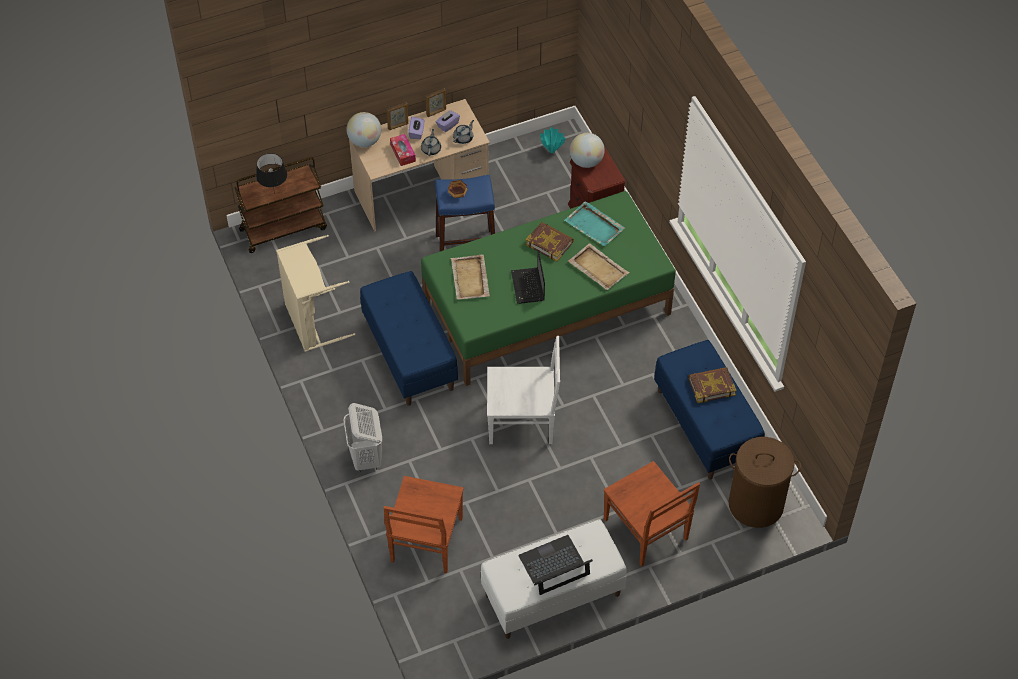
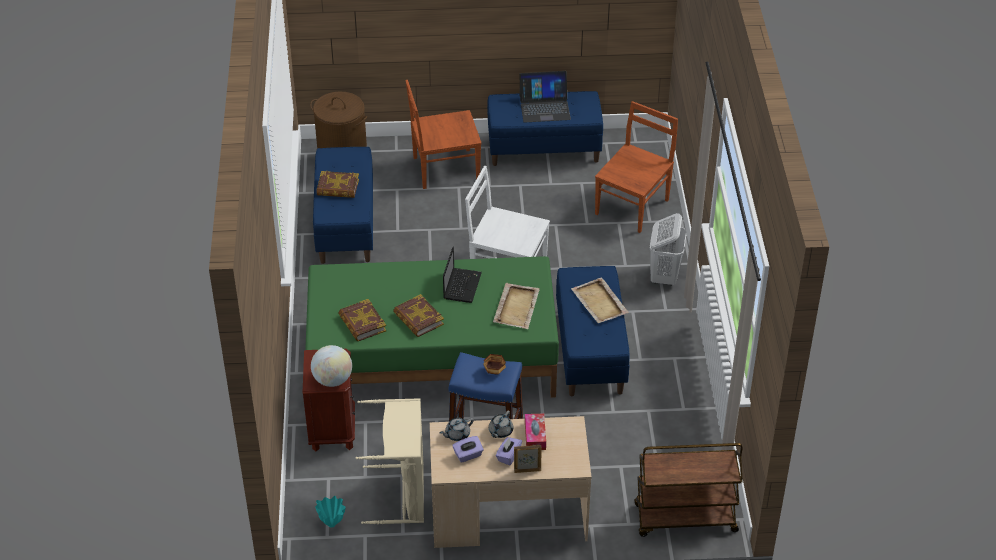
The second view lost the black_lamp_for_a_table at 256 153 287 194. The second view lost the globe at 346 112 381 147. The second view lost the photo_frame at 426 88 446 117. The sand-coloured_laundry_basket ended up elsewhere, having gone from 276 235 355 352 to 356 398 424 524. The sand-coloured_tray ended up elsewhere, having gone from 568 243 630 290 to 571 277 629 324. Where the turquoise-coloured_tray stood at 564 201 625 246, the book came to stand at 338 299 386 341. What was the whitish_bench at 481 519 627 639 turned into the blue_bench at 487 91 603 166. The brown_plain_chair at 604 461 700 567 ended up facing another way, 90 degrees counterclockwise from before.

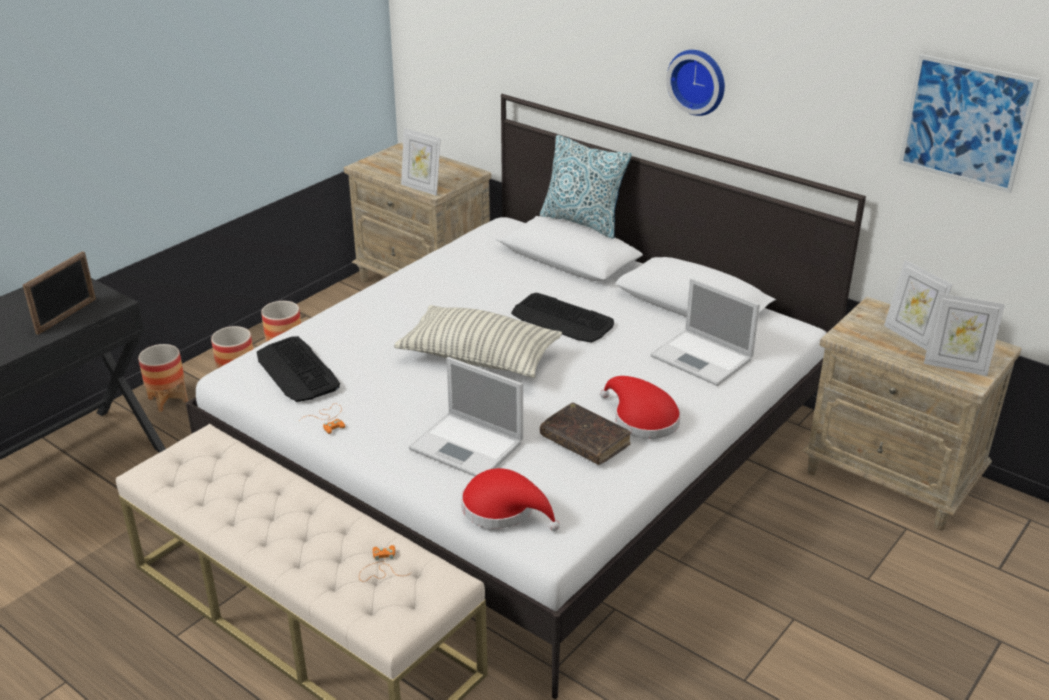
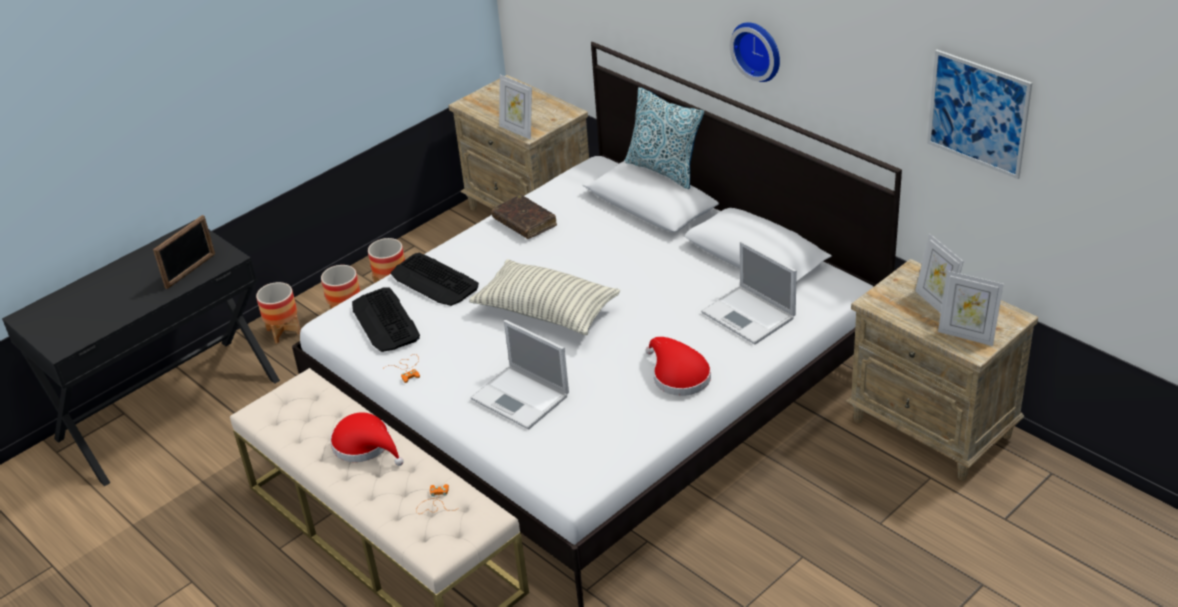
The red_wearable_hat ended up elsewhere, having gone from 461 468 560 531 to 330 412 404 466. The keyboard ended up elsewhere, having gone from 511 293 614 343 to 391 253 479 306. The brown_book ended up elsewhere, having gone from 540 403 631 465 to 491 194 557 239.

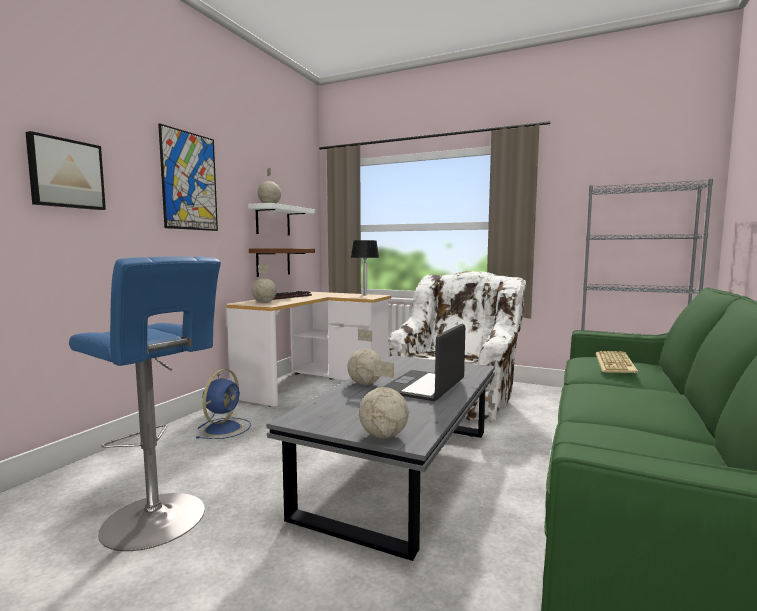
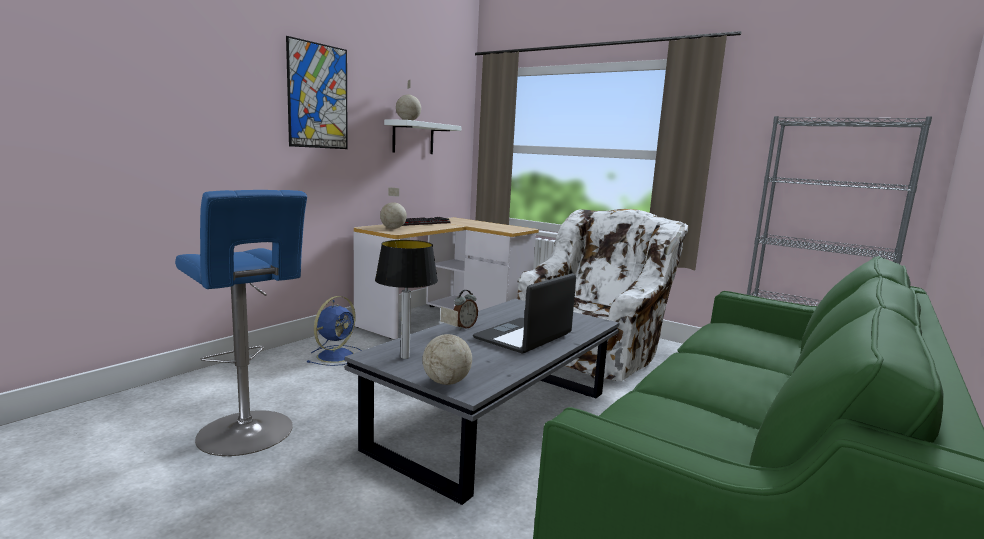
The second view lost the wall_art at 26 131 106 210. The second view lost the brown_wall_shelf at 249 248 315 277. The second view lost the keyboard at 595 351 638 373. The lamp_for_a_table ended up elsewhere, having gone from 351 240 379 295 to 375 240 438 359. Where the globe stood at 347 329 382 385, the bedside_clock came to stand at 454 290 478 330.

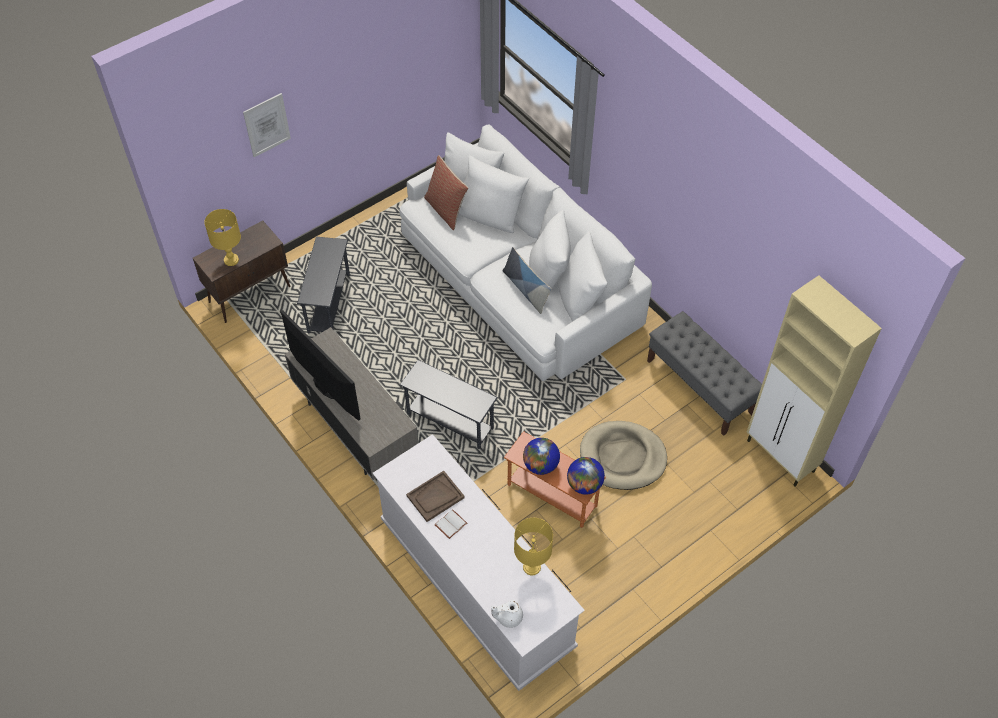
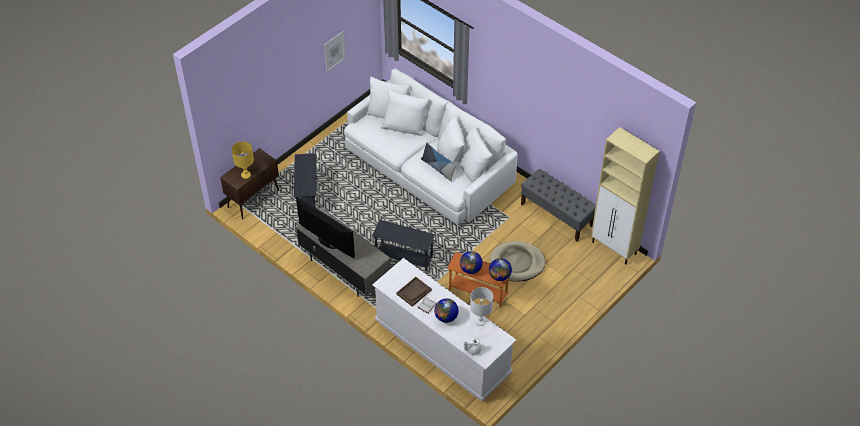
The second view lost the pillow at 424 155 468 230. The second view gained the globe at 434 298 459 323. The wall_art ended up elsewhere, having gone from 243 93 291 157 to 324 31 346 72. What was the yellow-coloured_lamp_for_a_table at 514 518 553 575 turned into the whitish_lamp_for_a_table at 470 287 493 326.

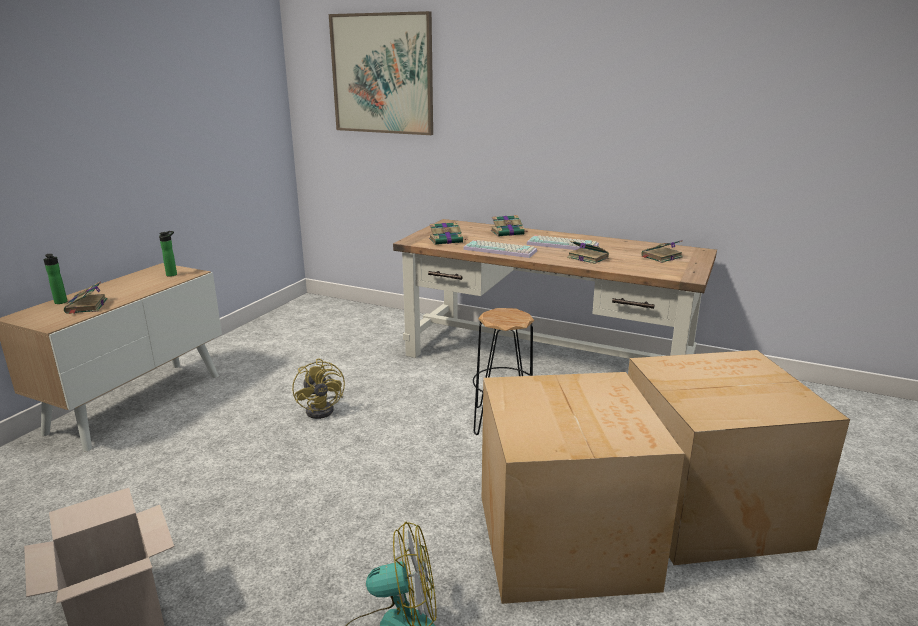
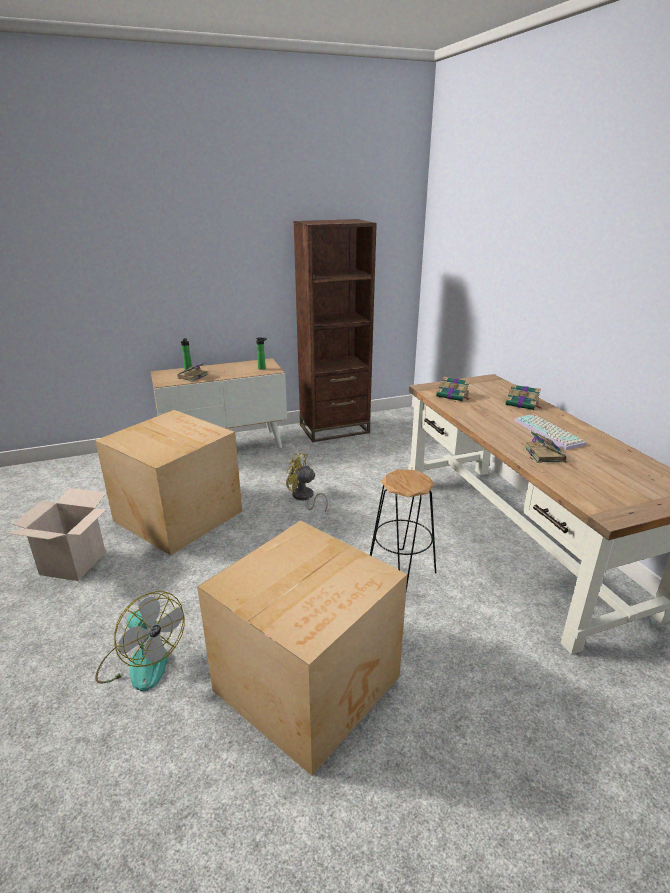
The second view lost the wall_art at 329 11 433 135. The second view lost the keyboard at 463 240 537 258. The second view lost the book at 641 240 683 263. The second view gained the brown_bookcase at 294 219 377 442. The carton ended up elsewhere, having gone from 628 350 850 565 to 95 410 242 555. The yellow-coloured_fan at 292 358 345 419 ended up facing another way, 90 degrees clockwise from before.

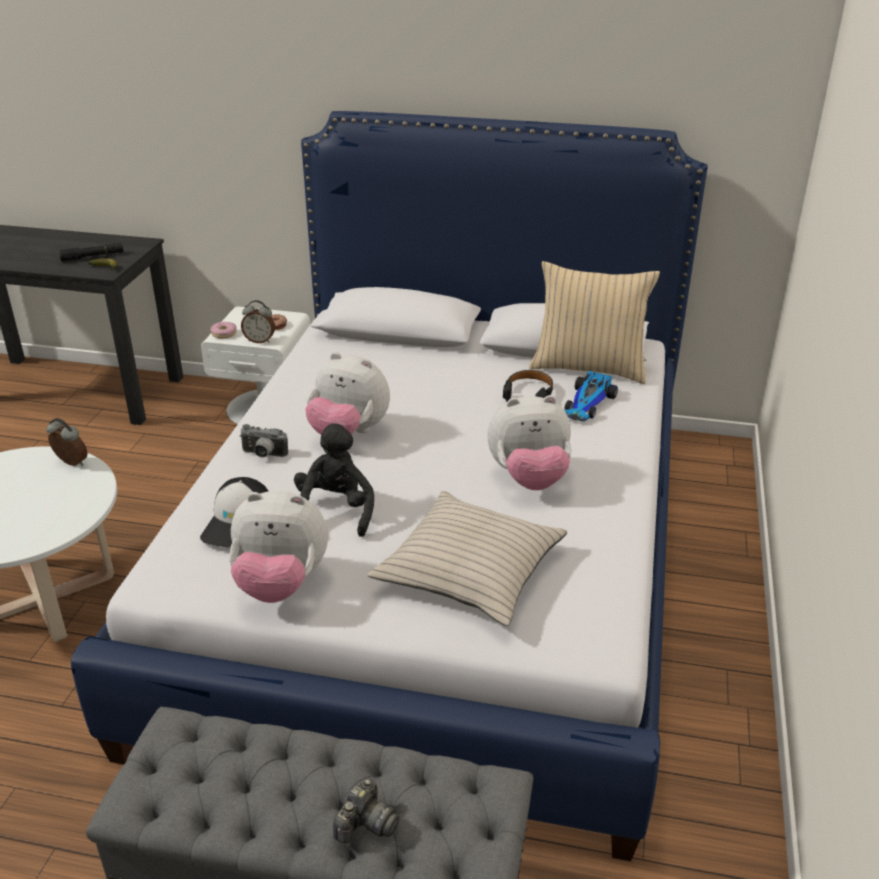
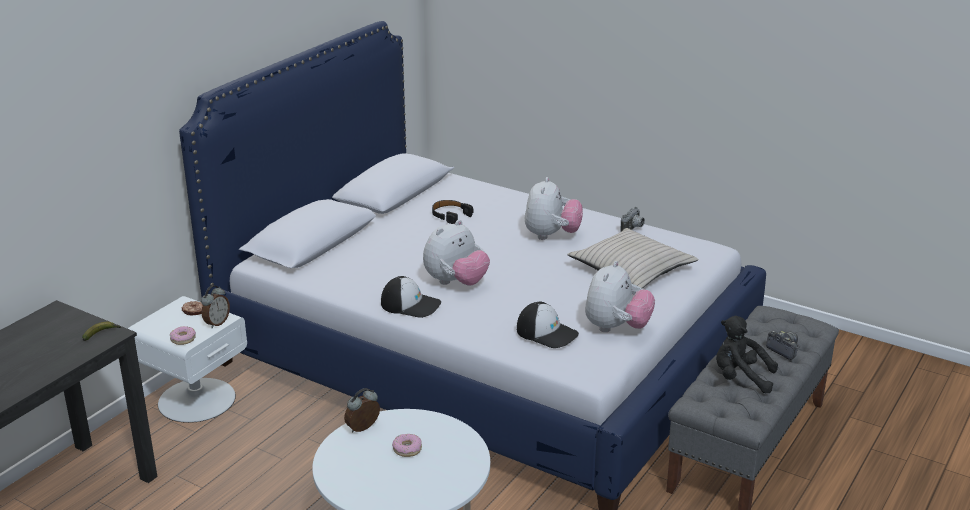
The second view lost the black_torch at 59 243 123 261. The second view lost the sand-coloured_pillow at 529 261 660 384. The second view lost the toy_car at 564 371 618 422. The second view gained the baseball_cap at 381 276 441 318. The second view gained the ring_doughnut at 392 434 422 457. The still_camera ended up elsewhere, having gone from 239 424 288 458 to 621 207 645 231. The black_cuddly_toy ended up elsewhere, having gone from 294 423 374 537 to 716 316 778 393.

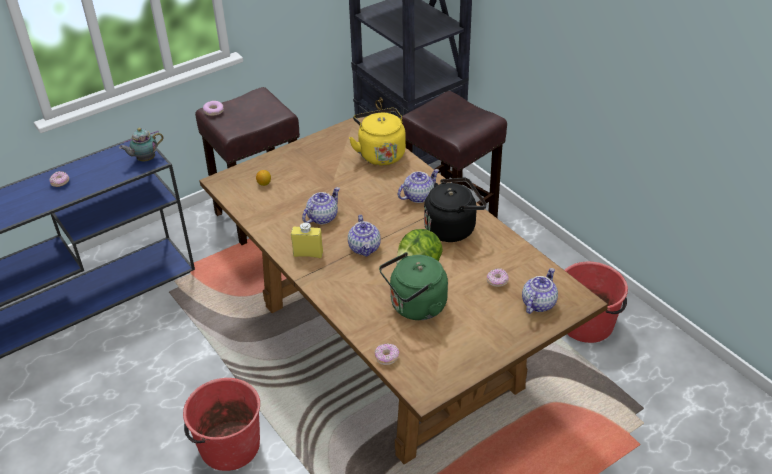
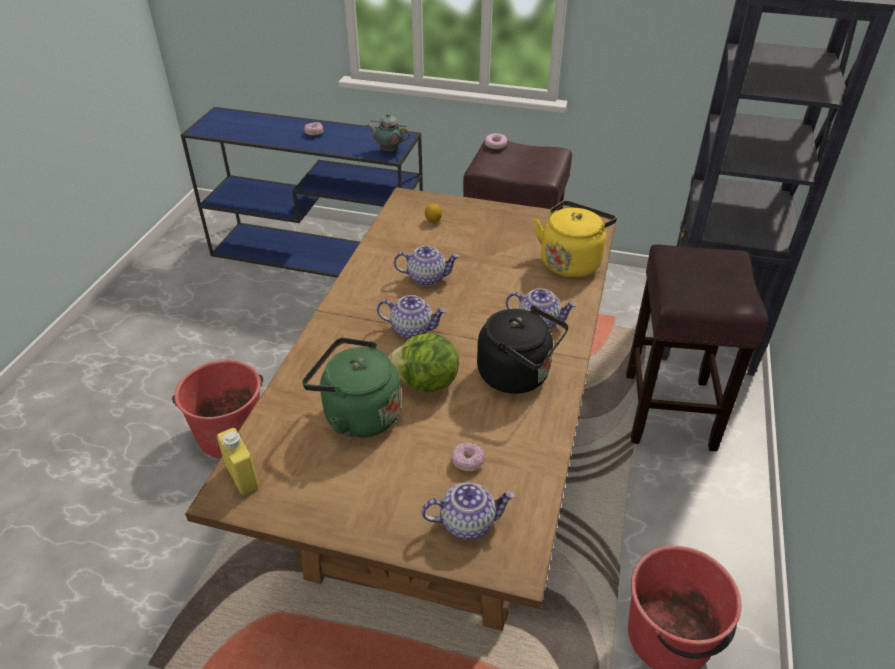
The second view lost the ring_doughnut at 375 343 399 365. The yellow-coloured_beverage_bottle ended up elsewhere, having gone from 291 222 323 258 to 217 428 259 495. The teapot at 348 215 381 257 ended up facing another way, 120 degrees counterclockwise from before.

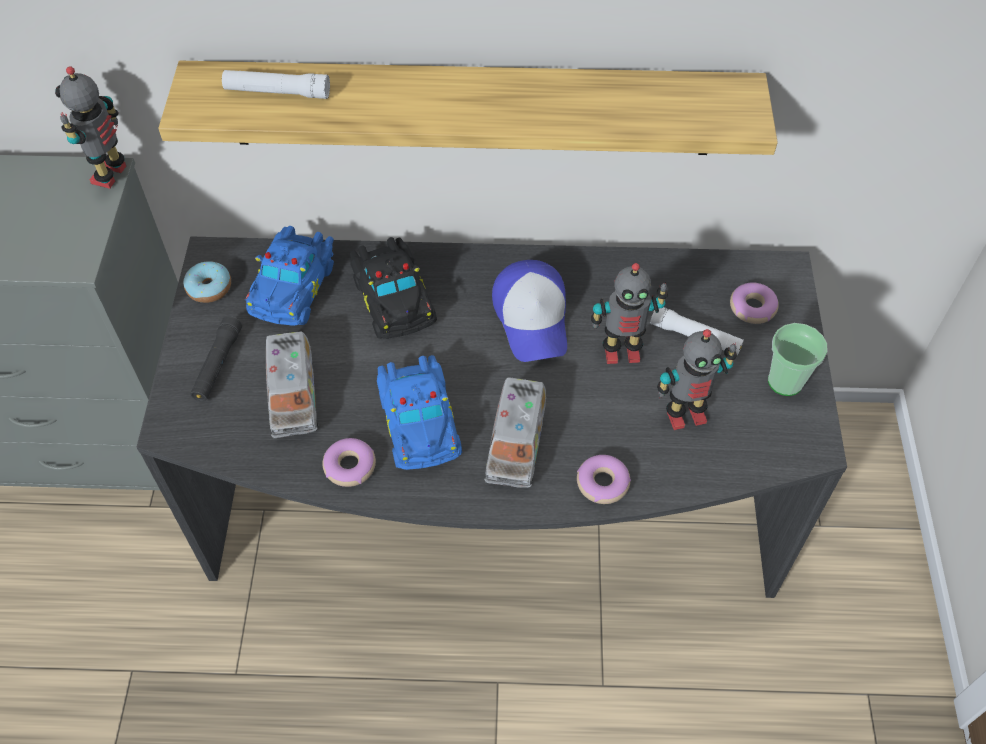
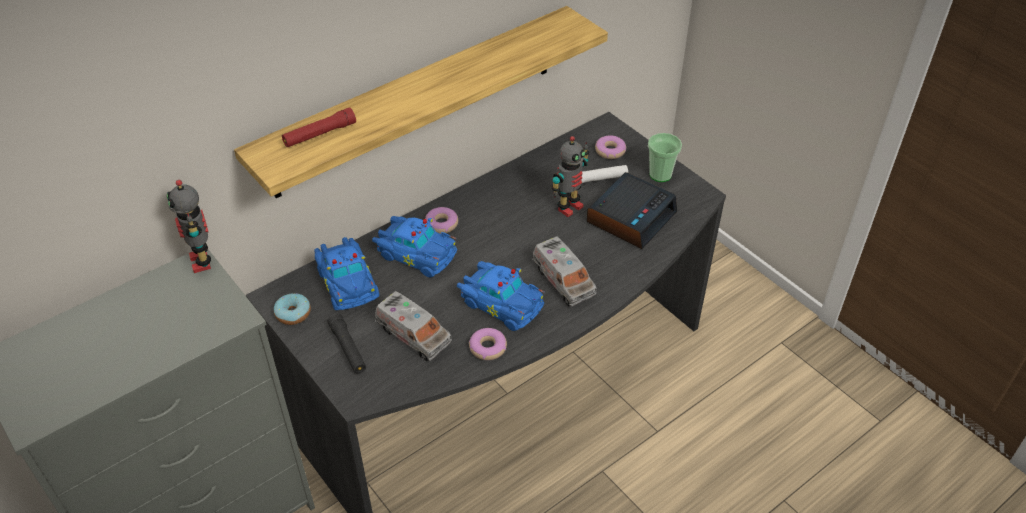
The second view lost the baseball_cap at 492 260 567 362. The ring_doughnut ended up elsewhere, having gone from 577 455 631 504 to 425 207 458 234. Where the toy_robot stood at 657 329 737 430, the bedside_clock came to stand at 587 172 677 249. What was the whitish_torch at 222 70 330 99 turned into the red_torch at 282 107 356 148. What was the black_toy_car at 350 237 437 339 turned into the blue_toy_car at 372 216 457 277.

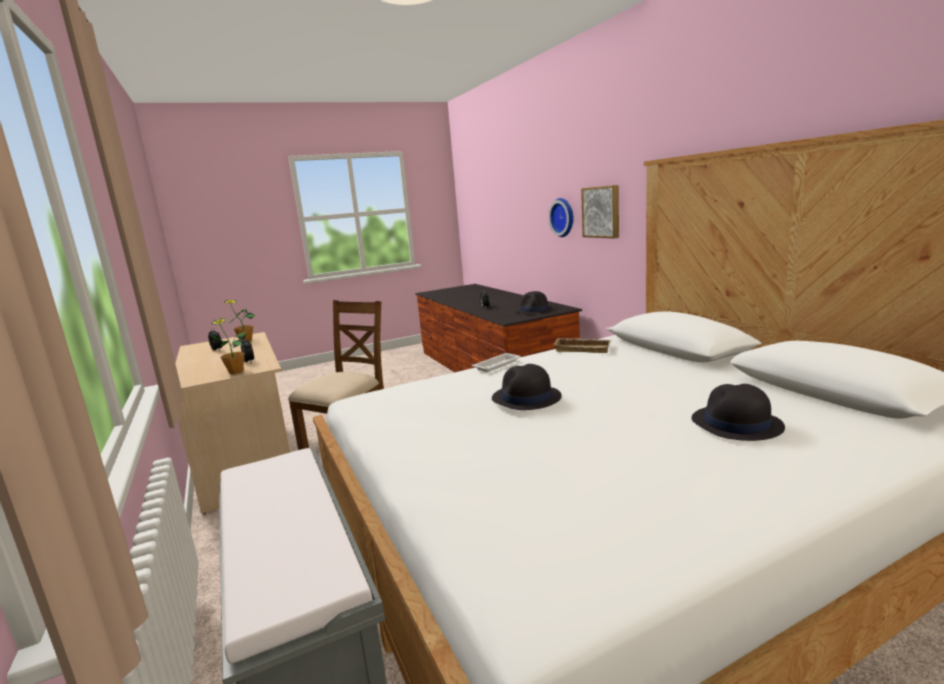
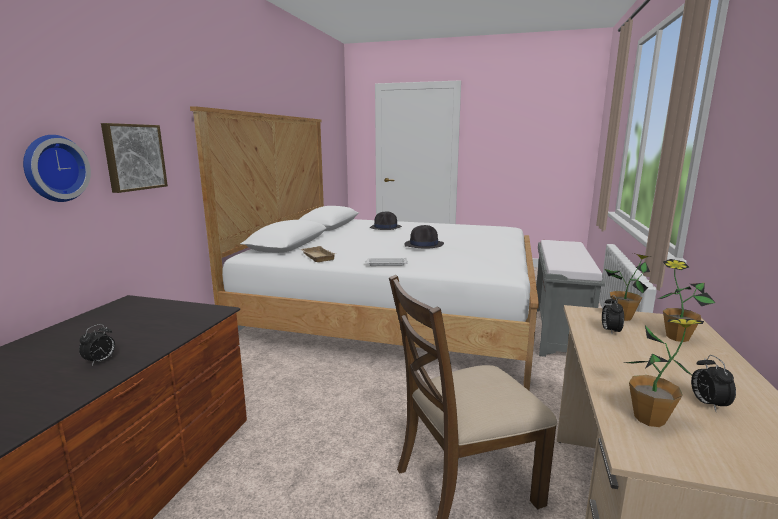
The second view lost the black_wearable_hat at 516 291 554 314. The second view gained the potted_plant at 658 259 715 342.

